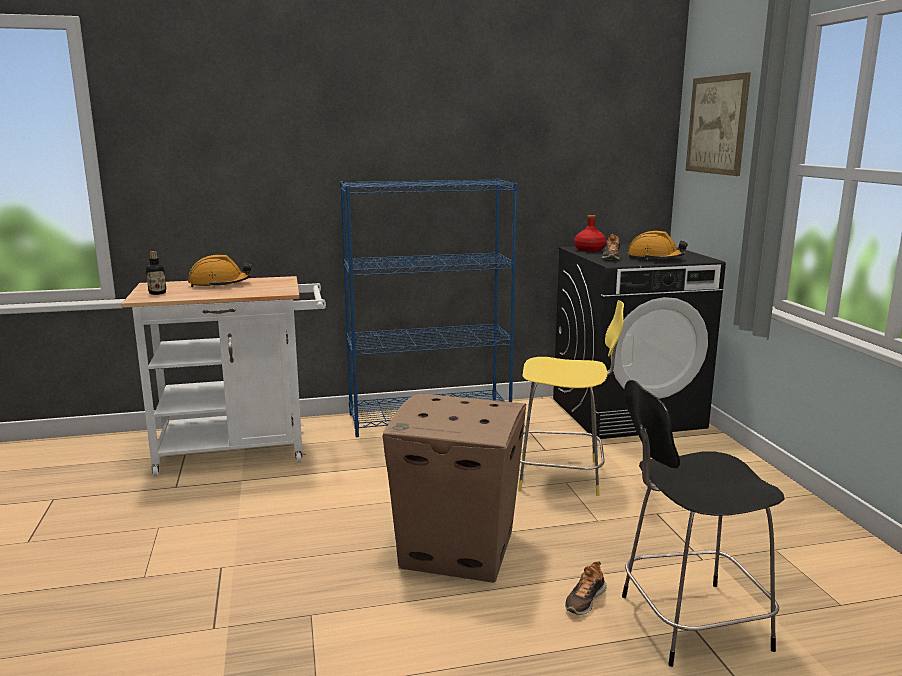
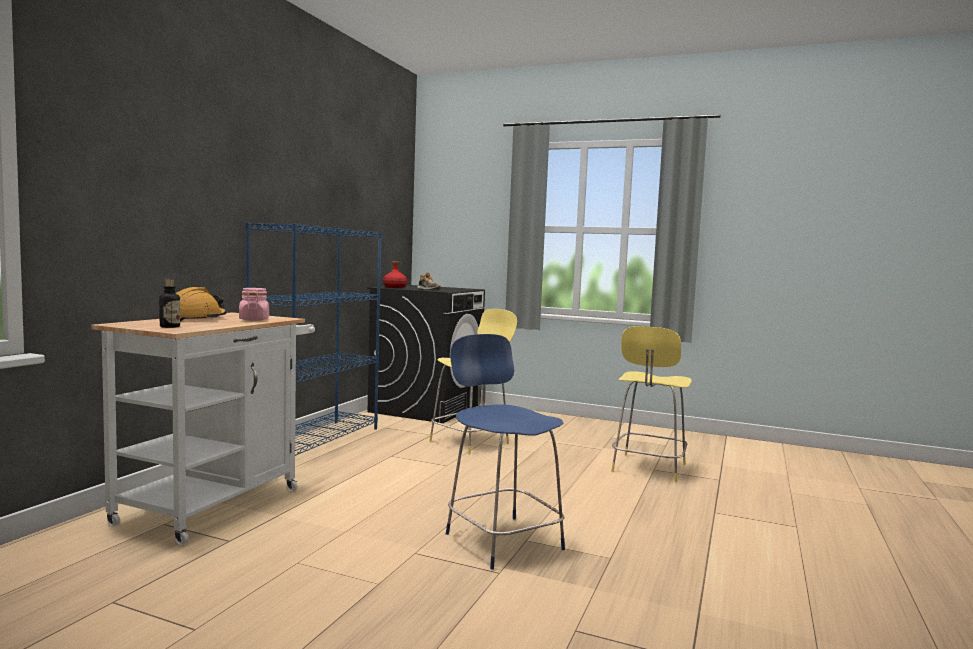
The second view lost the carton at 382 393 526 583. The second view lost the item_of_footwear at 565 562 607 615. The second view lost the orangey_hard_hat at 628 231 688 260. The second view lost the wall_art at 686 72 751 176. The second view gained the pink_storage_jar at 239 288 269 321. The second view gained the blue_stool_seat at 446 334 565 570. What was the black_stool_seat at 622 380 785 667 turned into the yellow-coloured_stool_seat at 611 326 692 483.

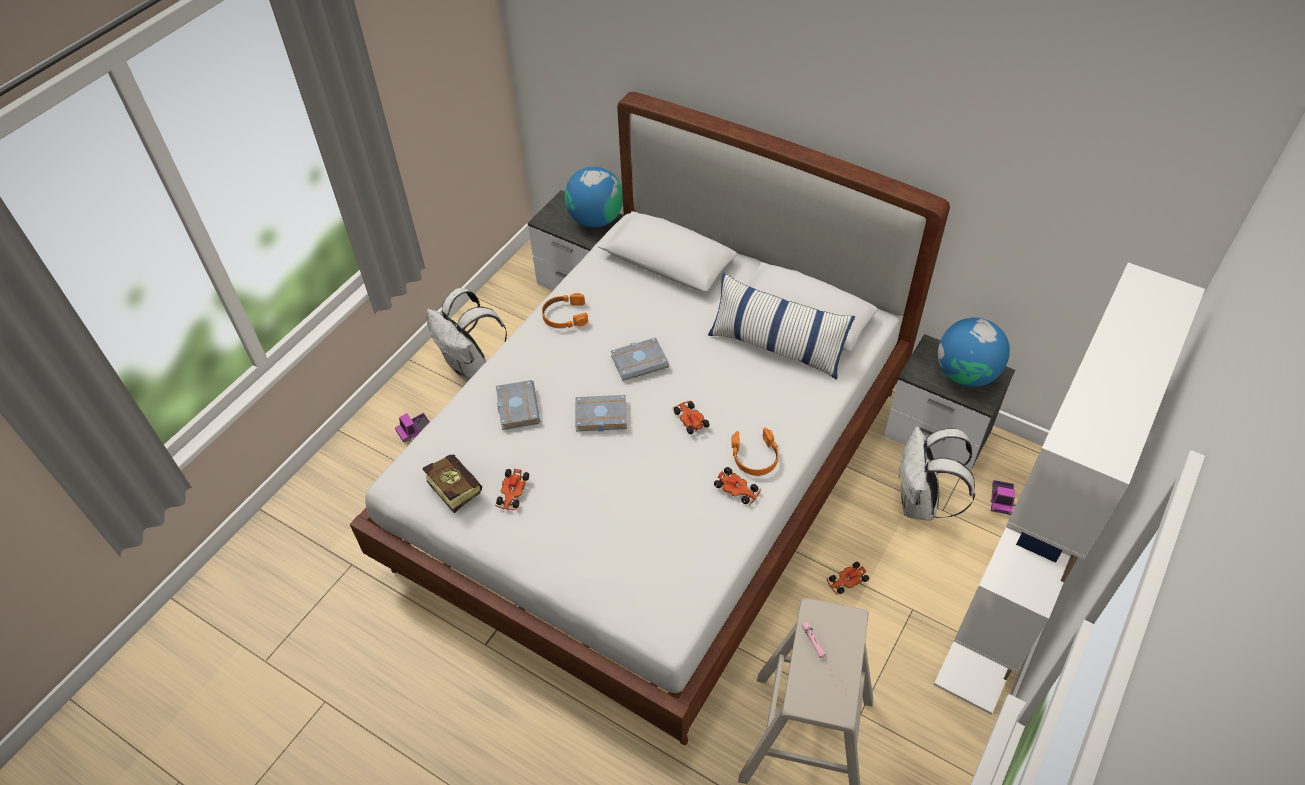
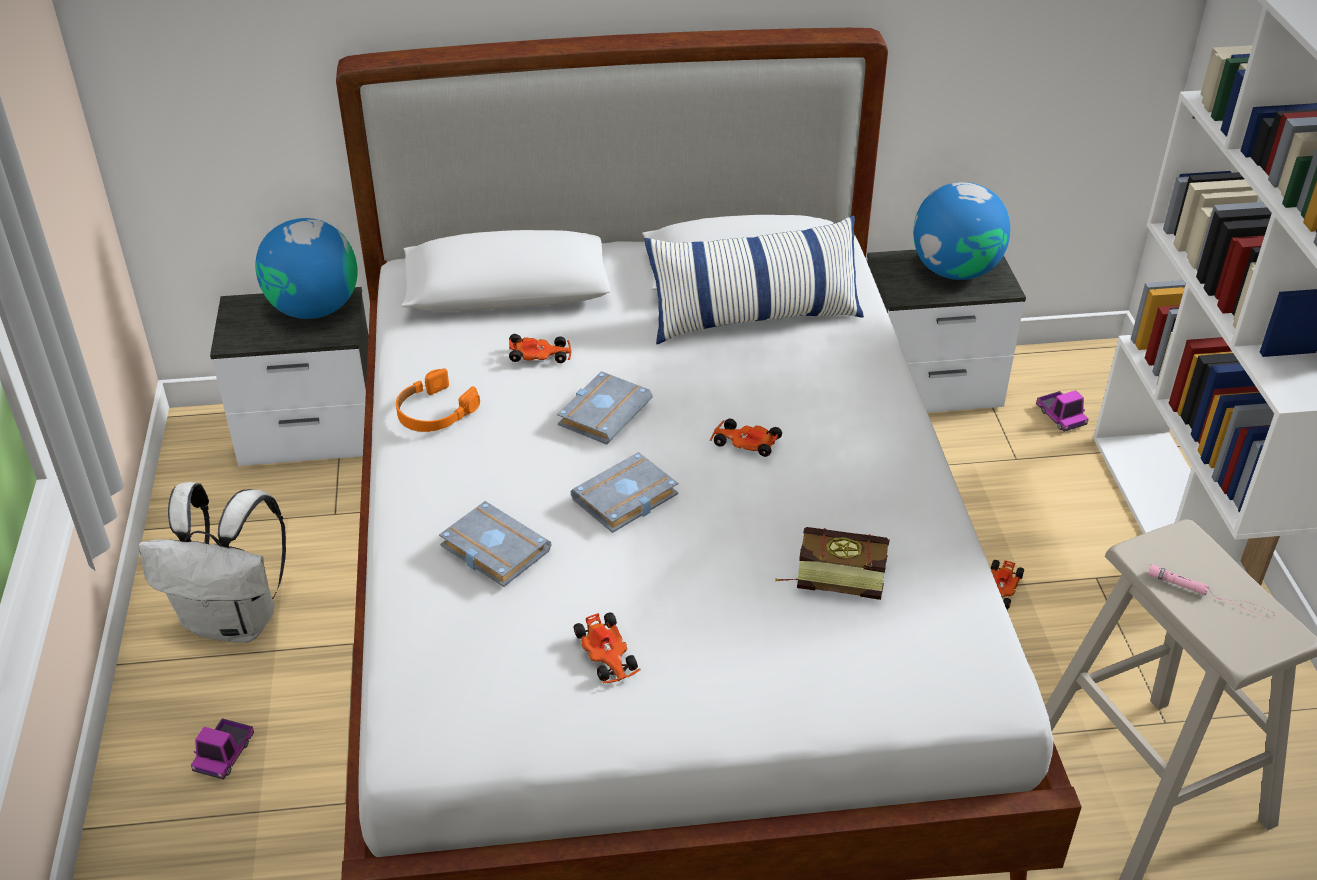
The second view lost the orangey_headphones at 732 427 779 476. The second view lost the whitish_rucksack at 898 427 975 521. The book ended up elsewhere, having gone from 423 455 482 513 to 775 527 890 600. The toy_car ended up elsewhere, having gone from 714 467 761 505 to 509 334 571 363.

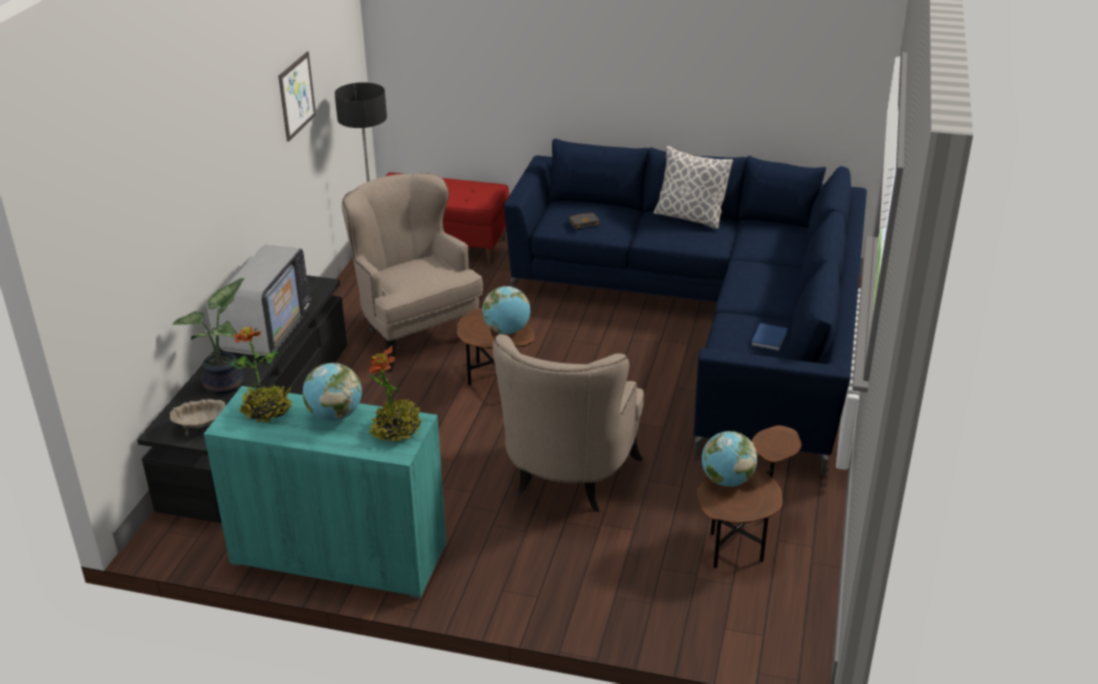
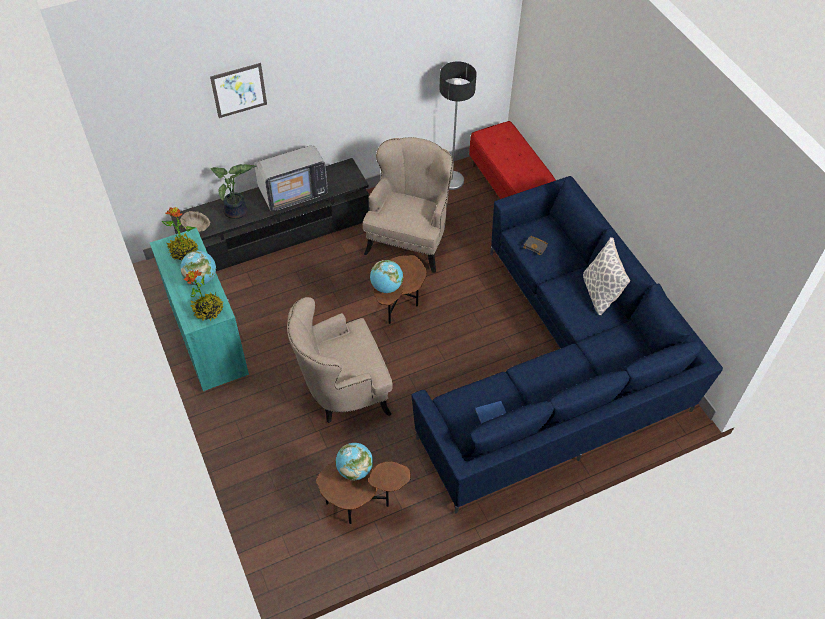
The wall_art ended up elsewhere, having gone from 278 51 316 142 to 210 63 267 118.

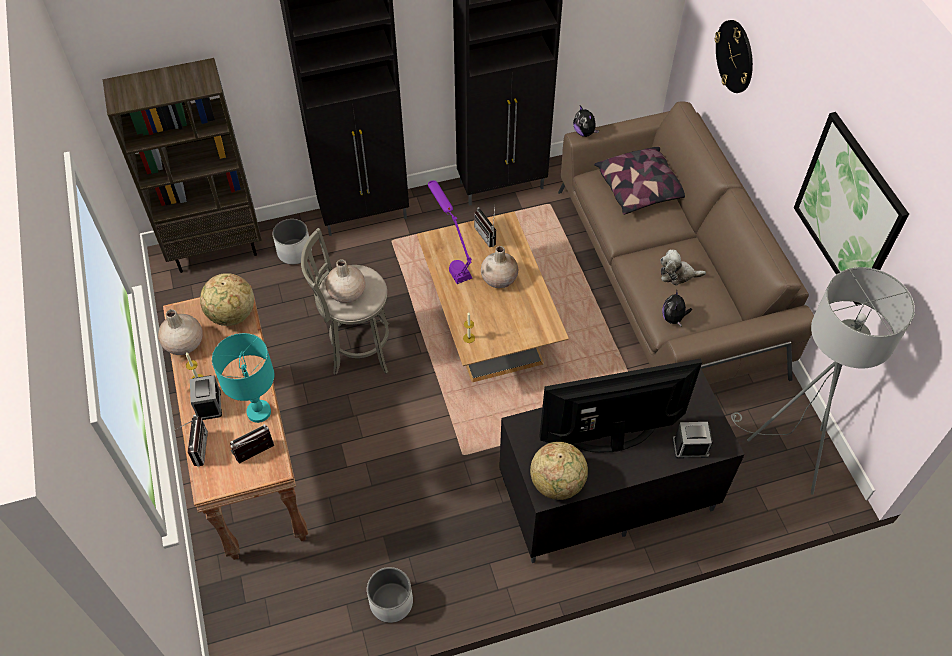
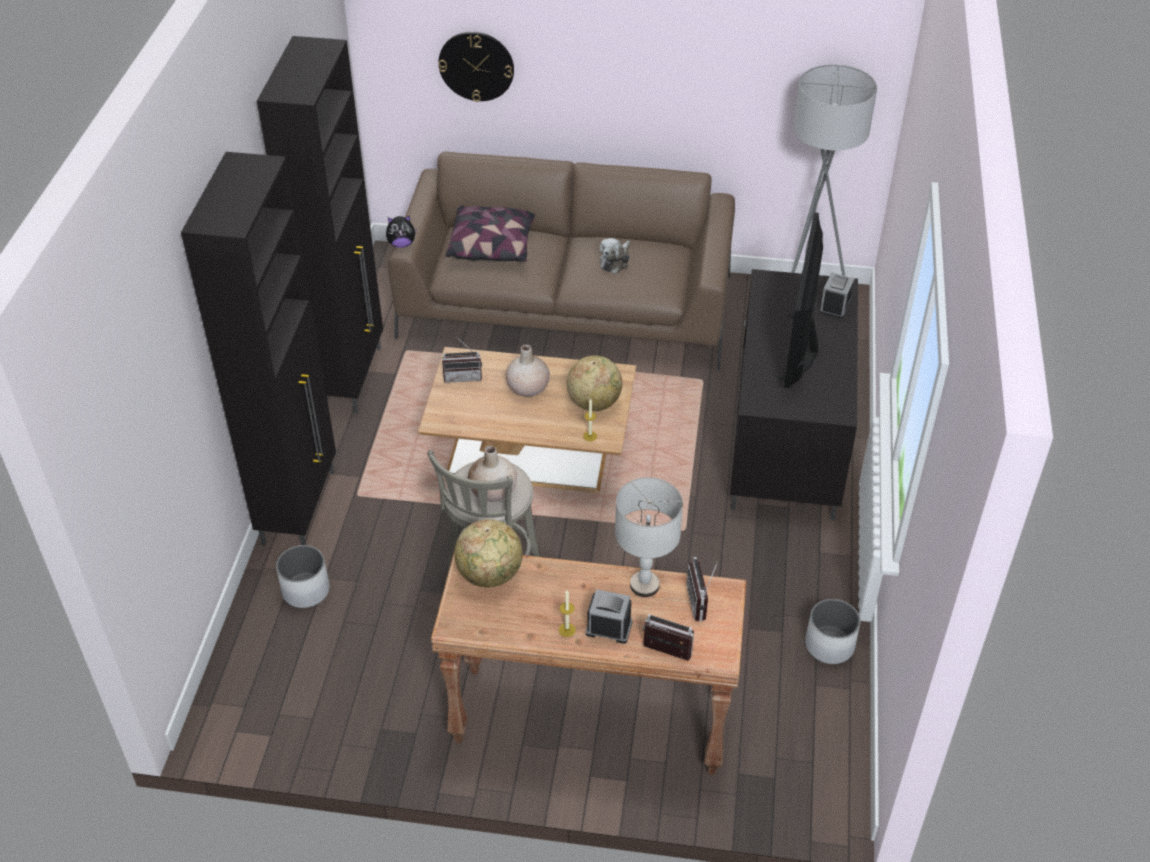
The second view lost the brown_bookcase at 103 58 262 273. The second view lost the sand-coloured_vase at 158 309 203 355. The second view lost the purple-coloured_lamp_for_a_table at 428 180 472 284. The second view lost the cuddly_toy at 662 291 692 326. The second view lost the wall_art at 794 112 909 306. The globe ended up elsewhere, having gone from 530 442 588 500 to 567 355 622 411. What was the turquoise-coloured_lamp_for_a_table at 212 333 274 423 turned into the gray_lamp_for_a_table at 615 477 683 597.

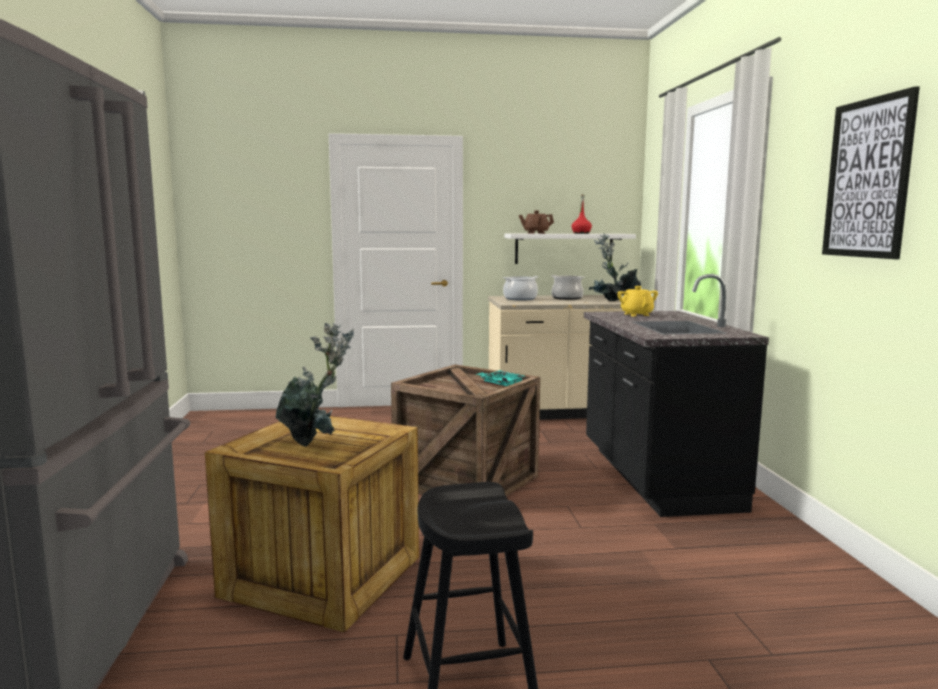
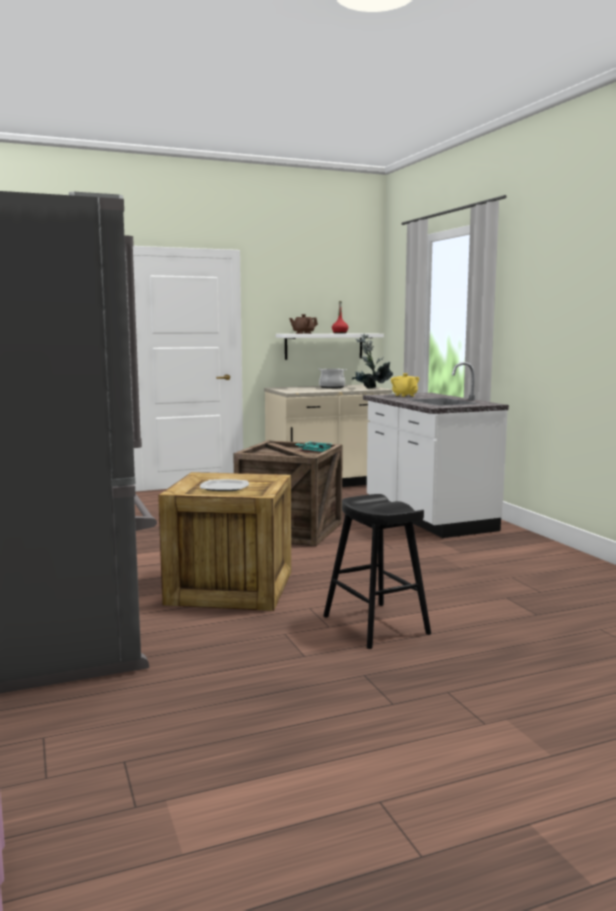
The second view lost the cooking_pot at 503 276 538 301. The second view lost the wall_art at 822 86 920 259. Where the potted_plant stood at 276 323 354 447, the flat_dish came to stand at 200 479 249 491. What was the black_kitchen_base_unit at 584 274 769 517 turned into the whitish_kitchen_base_unit at 363 362 509 538.

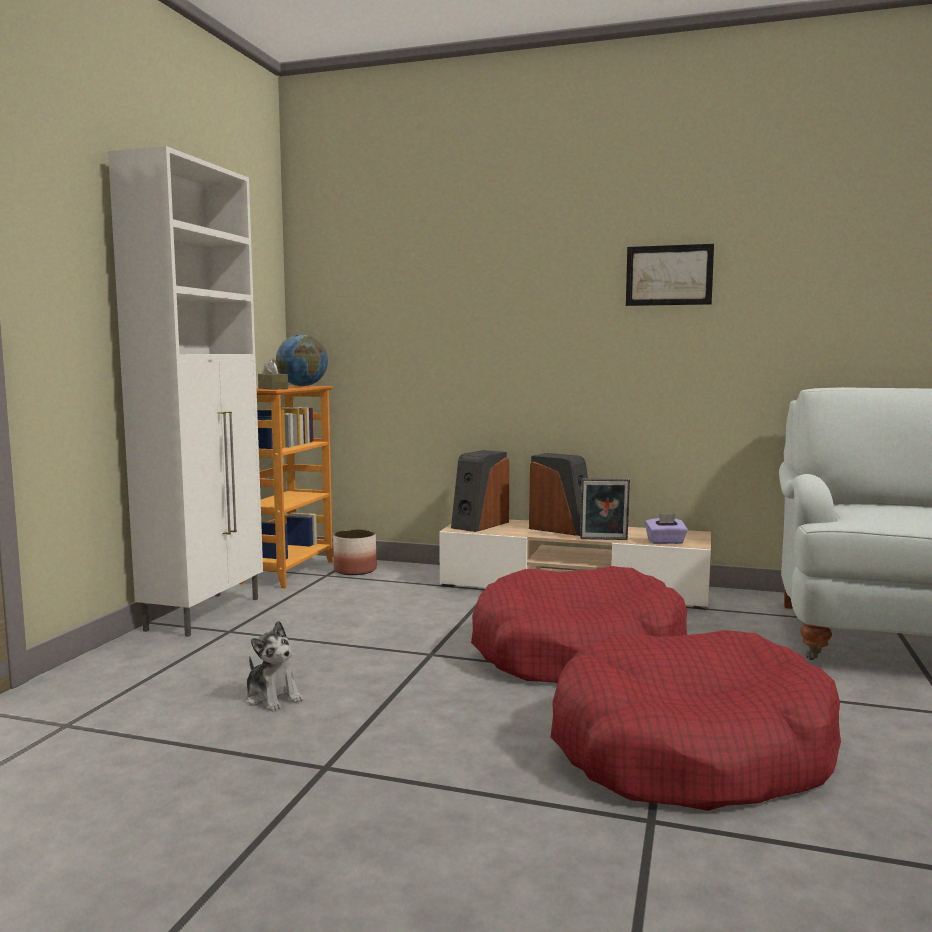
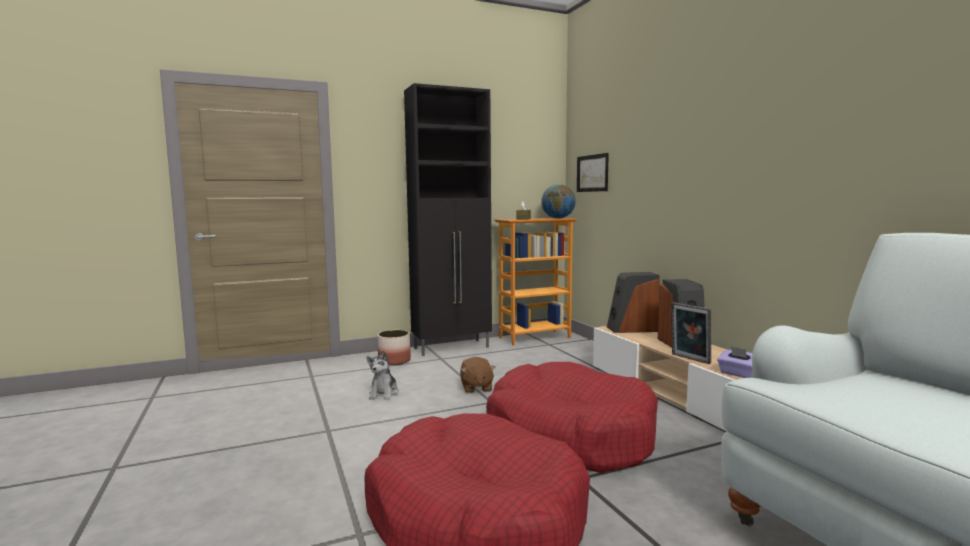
The second view gained the brown_cuddly_toy at 460 357 496 393. The plant_pot ended up elsewhere, having gone from 333 529 377 575 to 377 330 411 365. The wall_art ended up elsewhere, having gone from 626 244 714 306 to 577 153 609 192. What was the whitish_cupboard at 108 146 263 637 turned into the black_cupboard at 404 83 492 356.

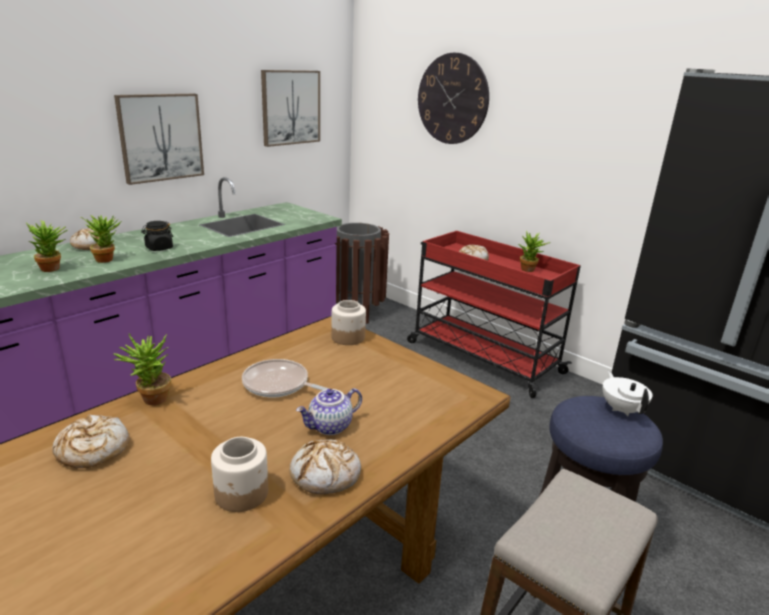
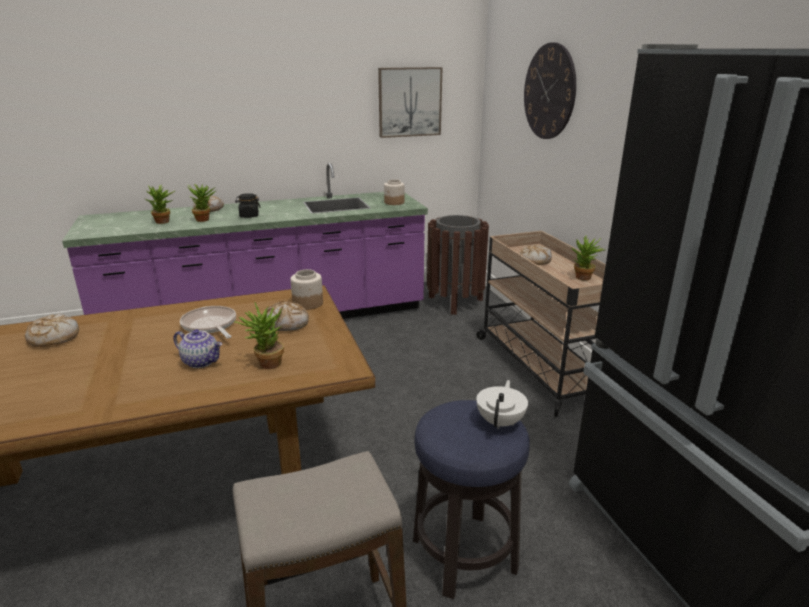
The second view lost the wall_art at 114 94 204 185. The potted_plant ended up elsewhere, having gone from 114 333 171 405 to 234 302 284 369. The storage_jar ended up elsewhere, having gone from 211 437 268 512 to 384 179 404 205. The bakery_bread ended up elsewhere, having gone from 289 439 361 494 to 267 301 309 331. What was the red_wheeled_cart at 407 231 581 398 turned into the sand-coloured_wheeled_cart at 476 231 606 417. The teapot at 296 388 362 435 ended up facing another way, 150 degrees counterclockwise from before.

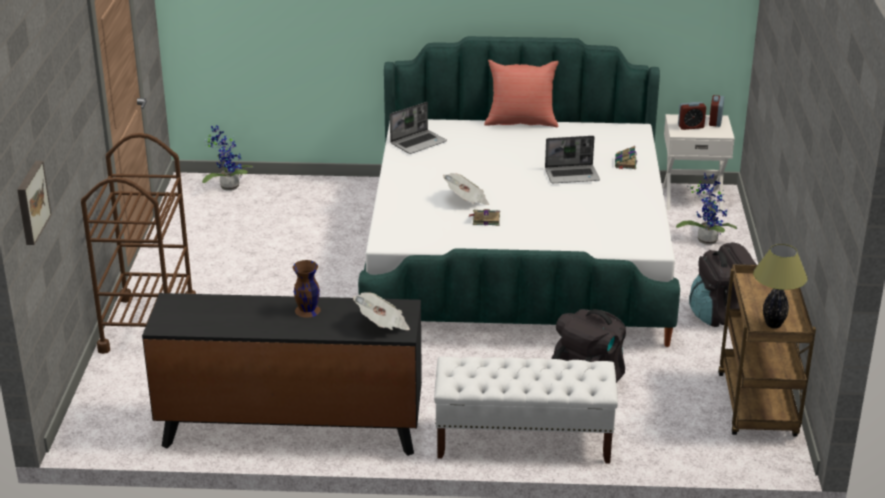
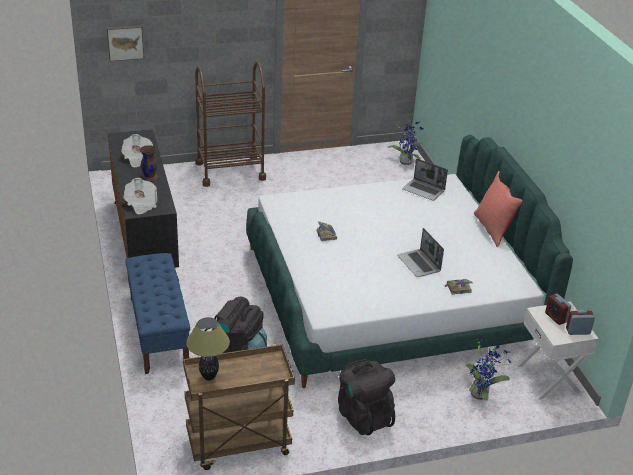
The printed_paper ended up elsewhere, having gone from 443 173 490 205 to 121 134 153 168. What was the whitish_bench at 434 357 618 464 turned into the blue_bench at 125 253 190 374.

